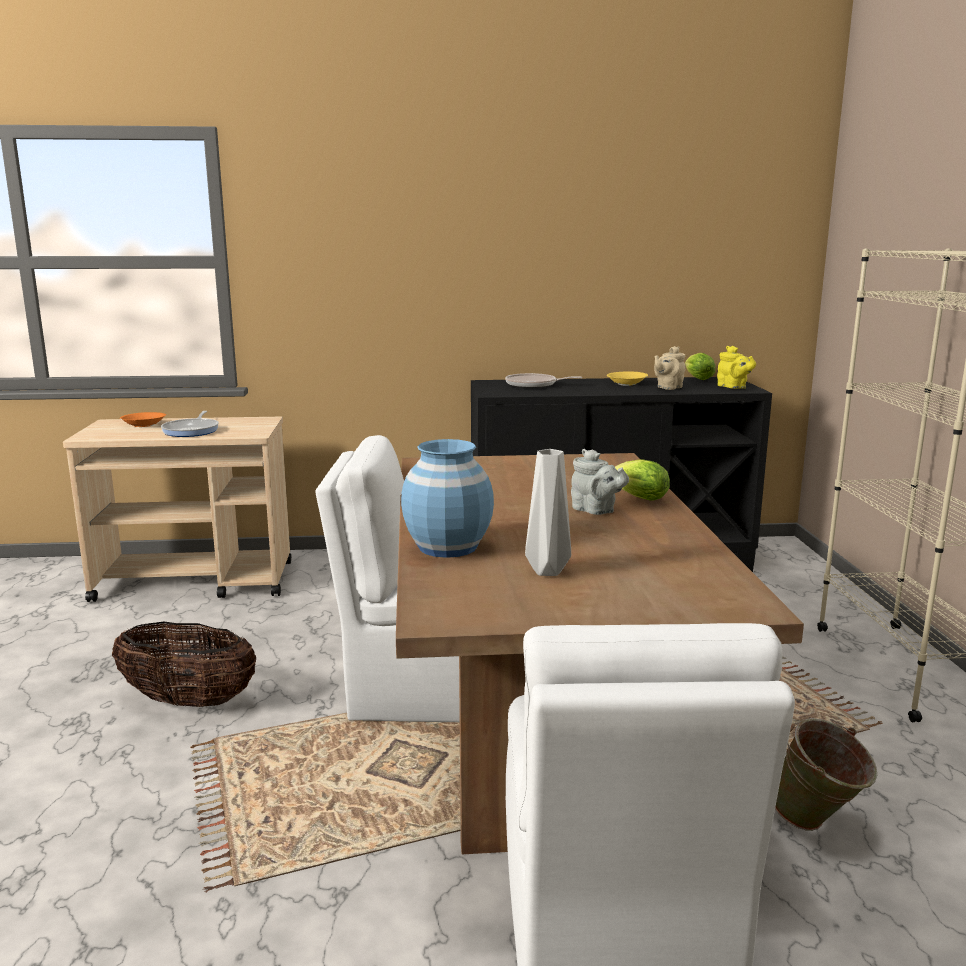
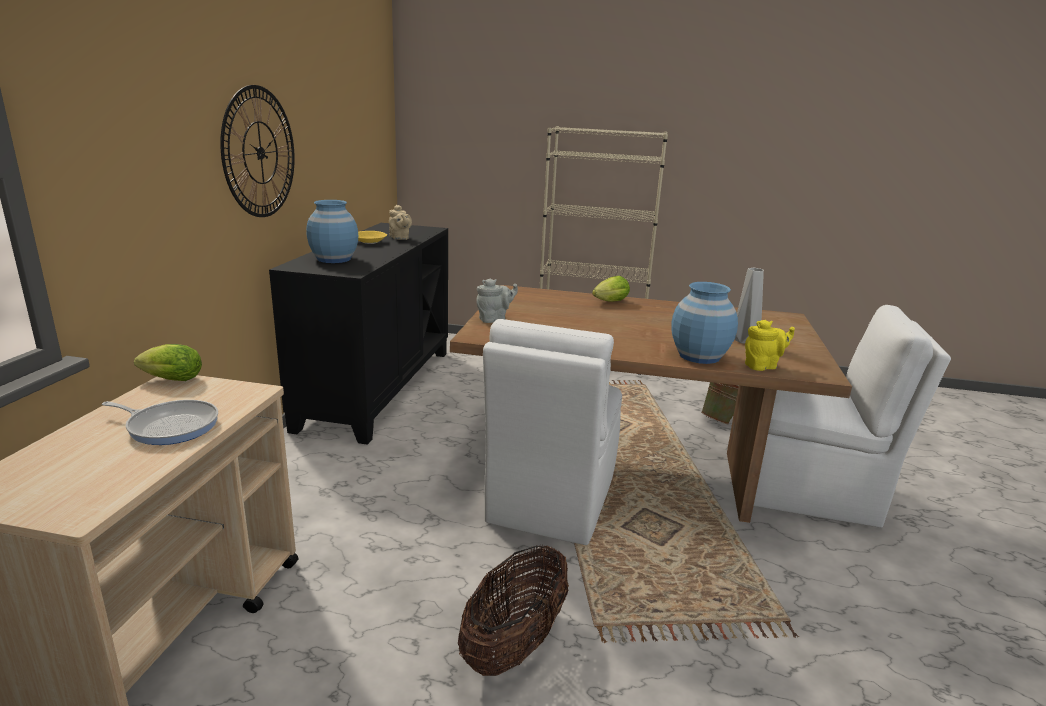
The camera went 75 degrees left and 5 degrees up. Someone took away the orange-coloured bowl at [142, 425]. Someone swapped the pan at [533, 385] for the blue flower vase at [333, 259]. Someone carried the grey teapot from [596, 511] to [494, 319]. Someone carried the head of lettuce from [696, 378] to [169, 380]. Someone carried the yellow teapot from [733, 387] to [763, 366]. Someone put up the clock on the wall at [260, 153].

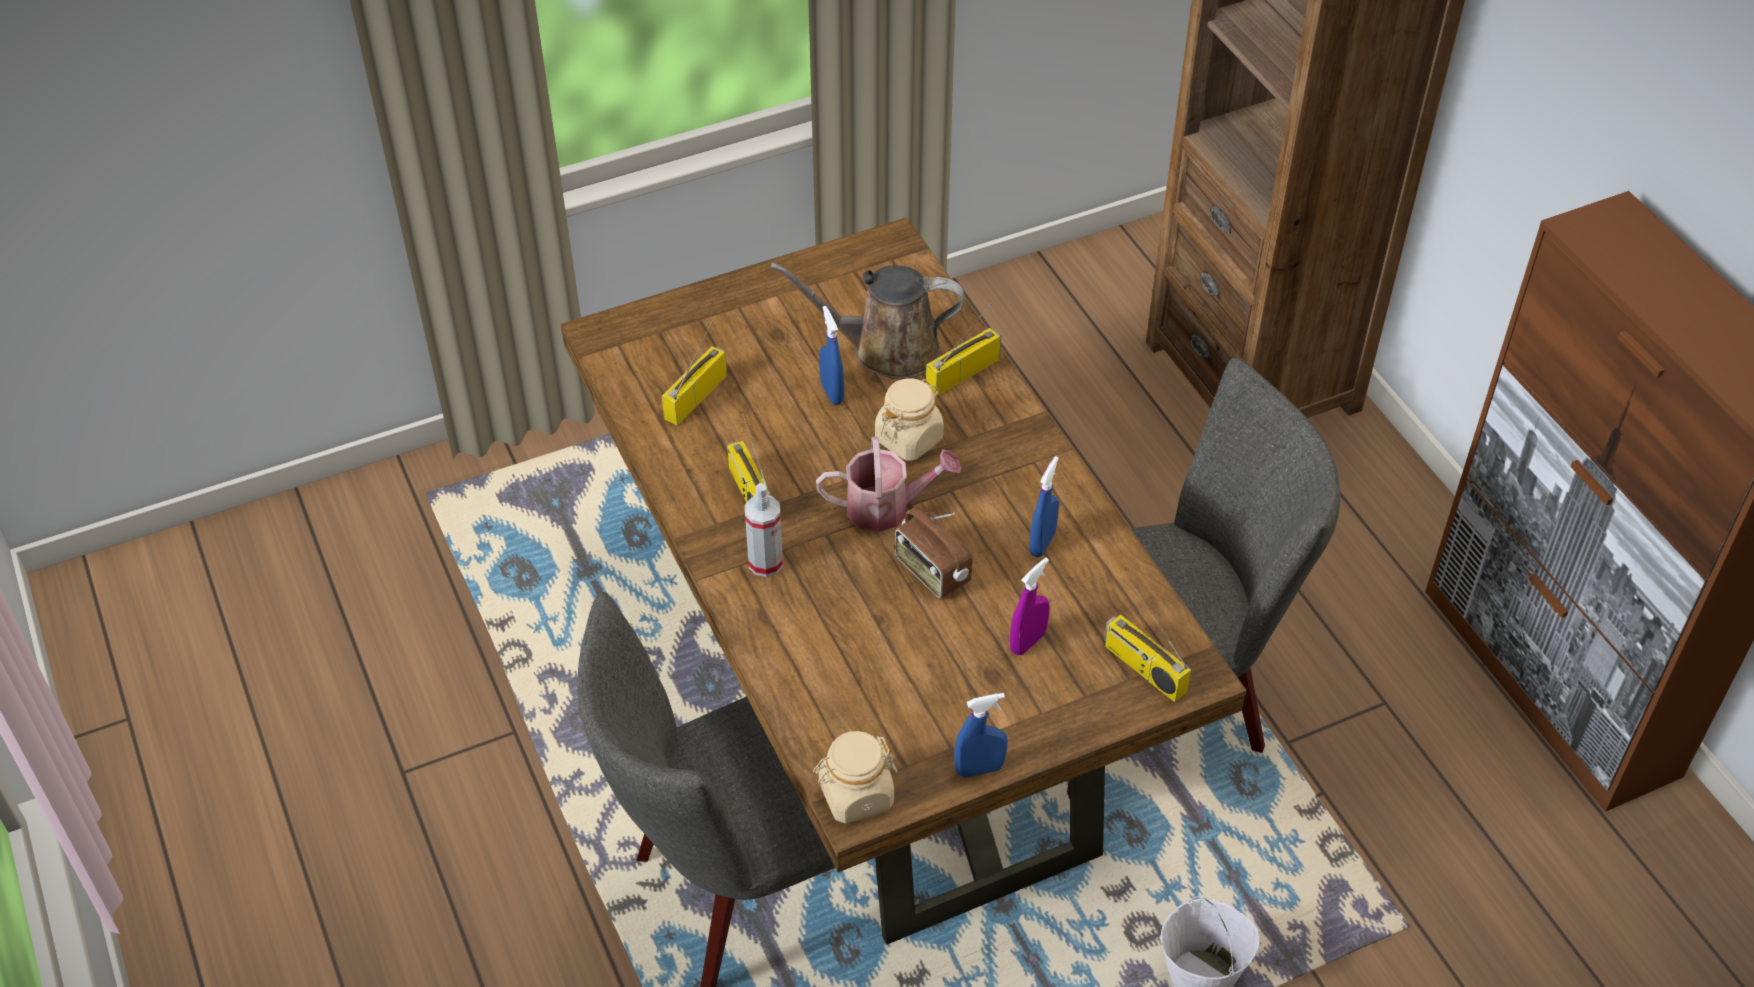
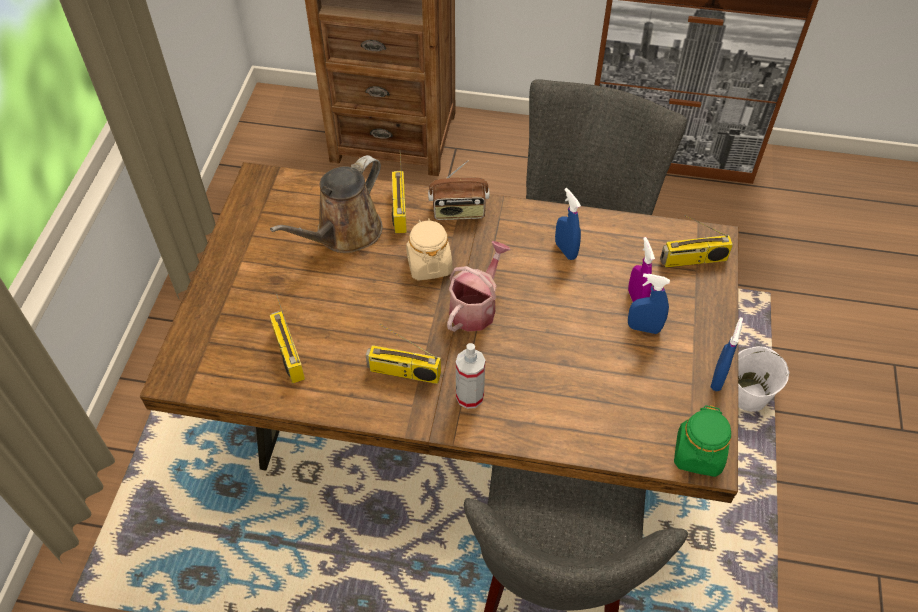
The camera went 55 degrees left and 5 degrees up. Someone repainted the beige-coloured jar at [855, 795], which became the greenish jar at [698, 455]. Someone carried the blue sprayer from [832, 392] to [644, 328]. Someone carried the radio receiver from [931, 572] to [458, 212].

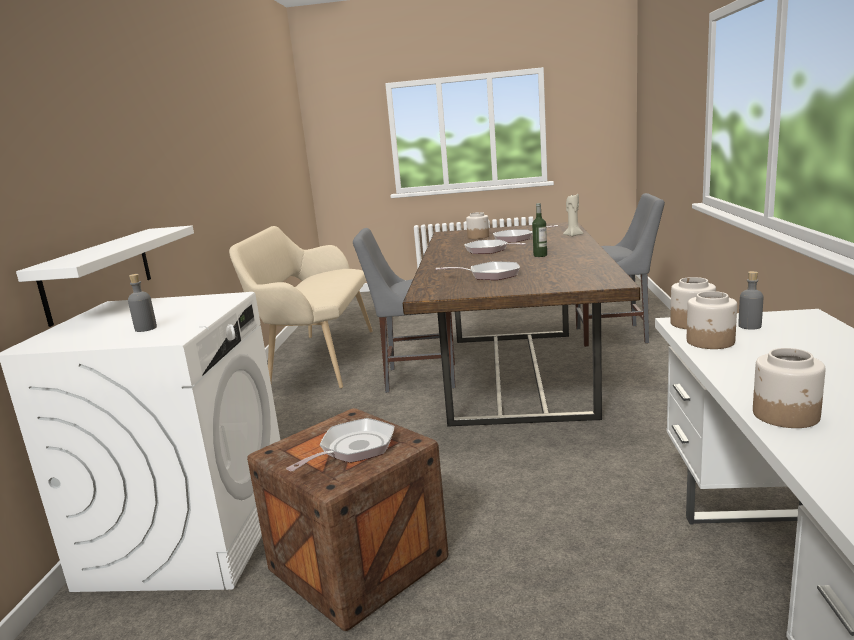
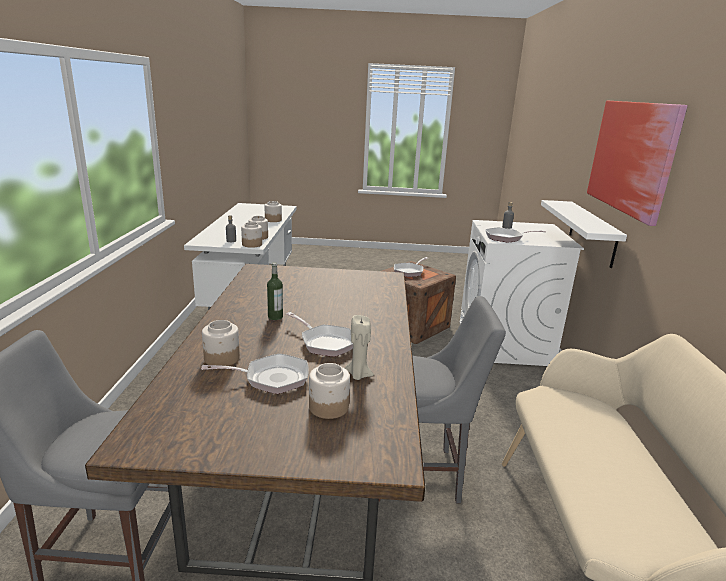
The camera went 175 degrees right and 5 degrees up. Someone carried the pan from [490, 275] to [506, 238]. Someone carried the beige-coloured candle from [573, 235] to [358, 375]. Someone put down the jar at [221, 358]. Someone put up the wall art at [632, 157].

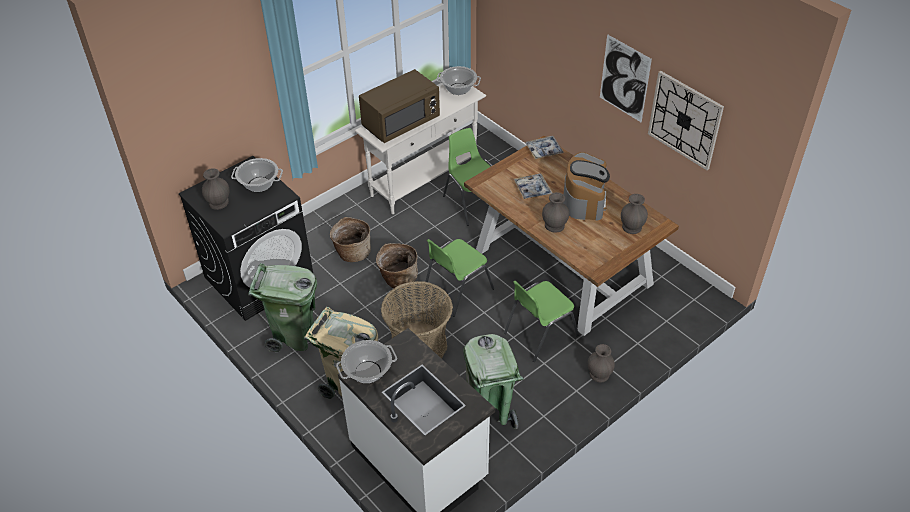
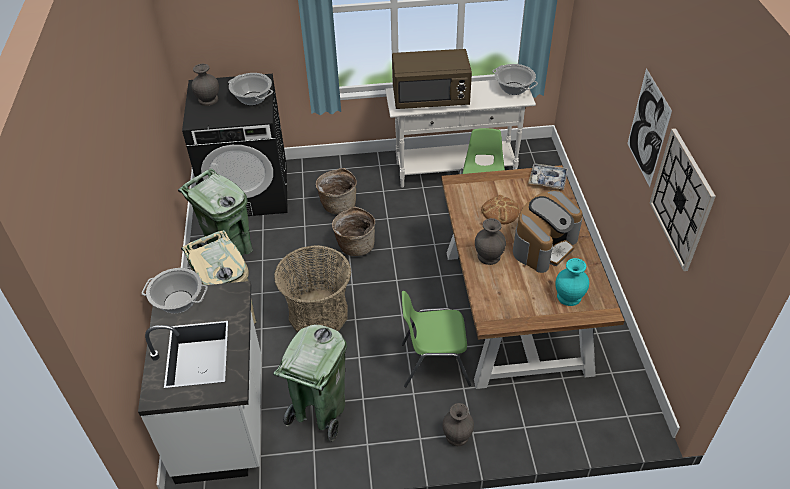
The camera went 35 degrees right and 0 degrees up. Someone took away the greenish chair at [456, 291]. Someone swapped the serving tray at [532, 189] for the baked bread at [500, 211]. Someone repainted the grey flower vase at [632, 226], which became the turquoise flower vase at [570, 296].

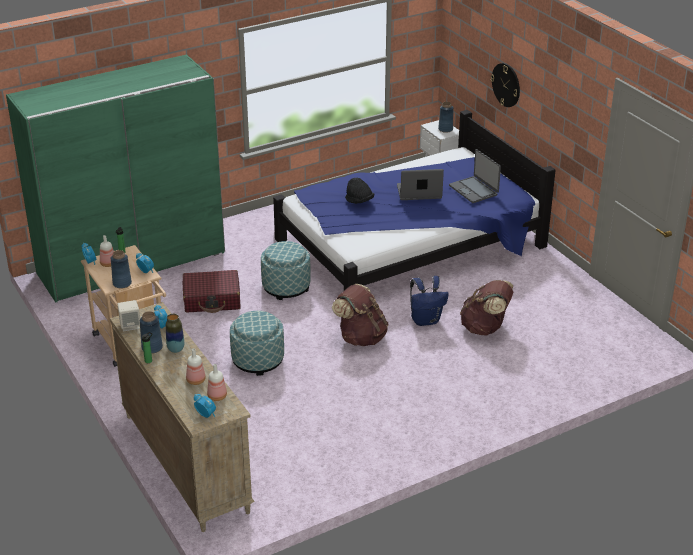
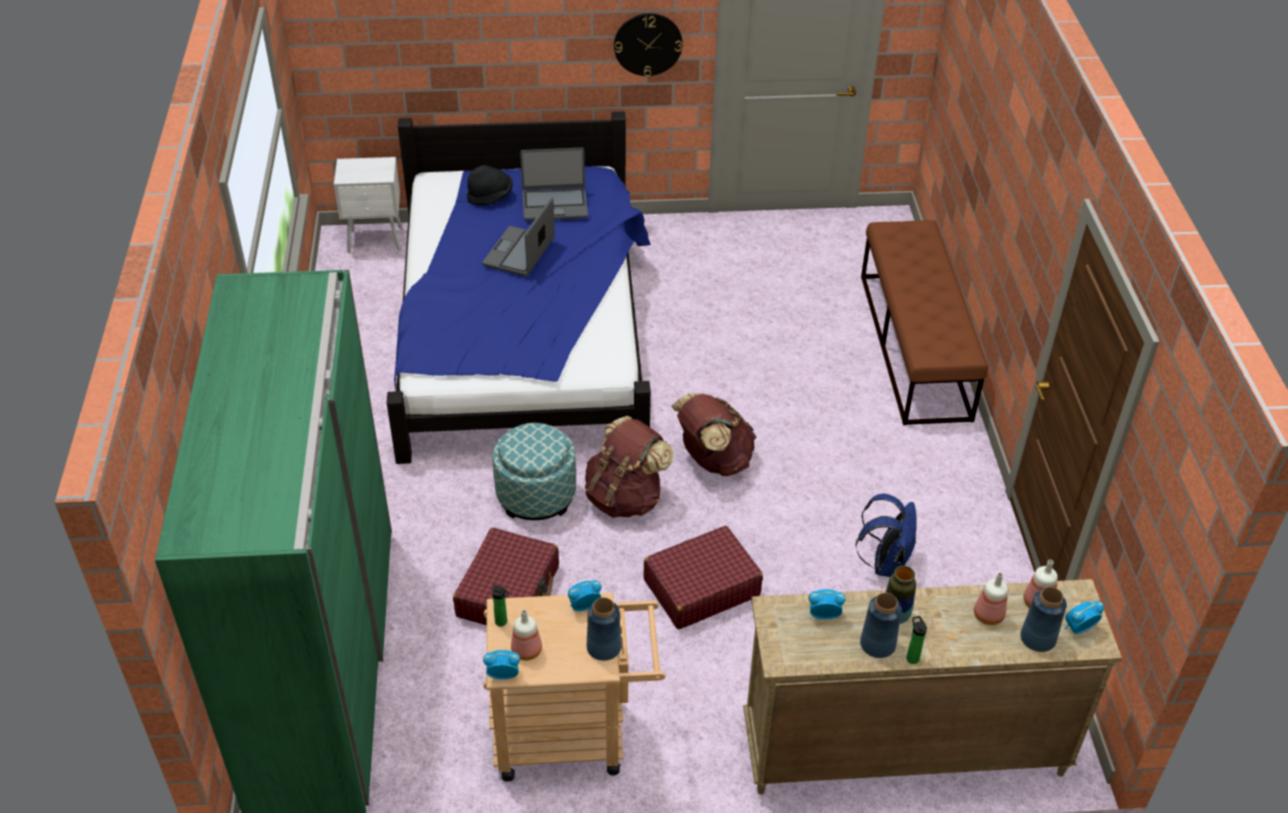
The camera went 65 degrees left and 10 degrees up. Someone took away the beige-coloured audio speaker at [130, 325]. Someone swapped the footrest at [258, 360] for the red-coloured suitcase at [701, 587]. Someone carried the black wearable hat from [359, 201] to [490, 196]. Someone carried the blue rucksack from [426, 320] to [885, 563]. Someone carried the blue flower vase from [445, 129] to [1037, 638]. Someone carried the brown-coloured rucksack from [485, 328] to [625, 497]. Someone carried the clock on the wall from [506, 84] to [648, 44]. Someone put down the brown-coloured indoor bench at [914, 346].

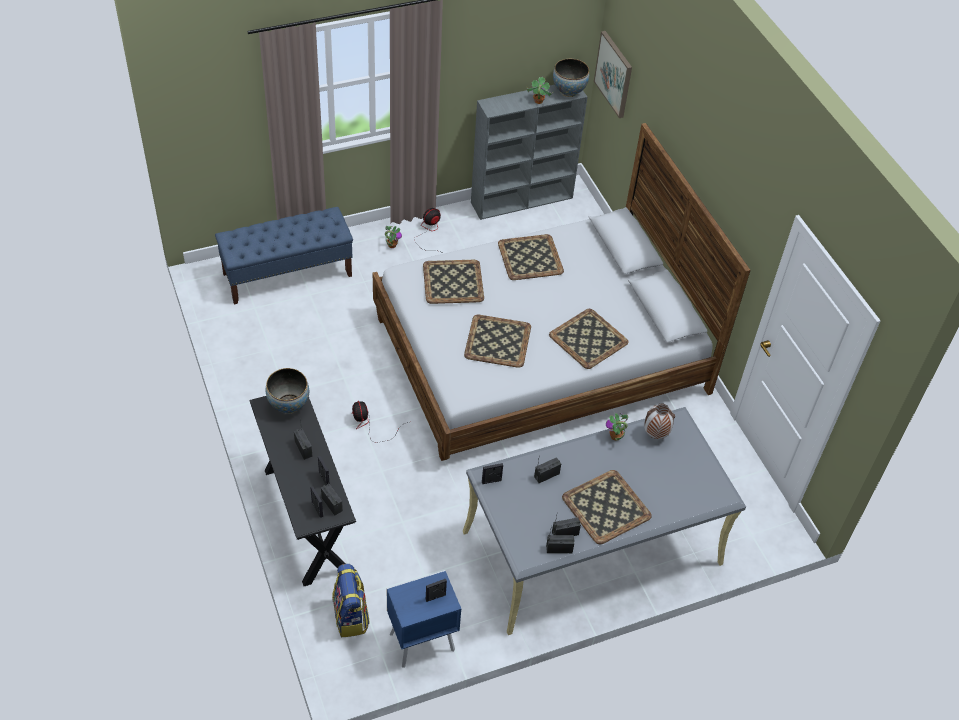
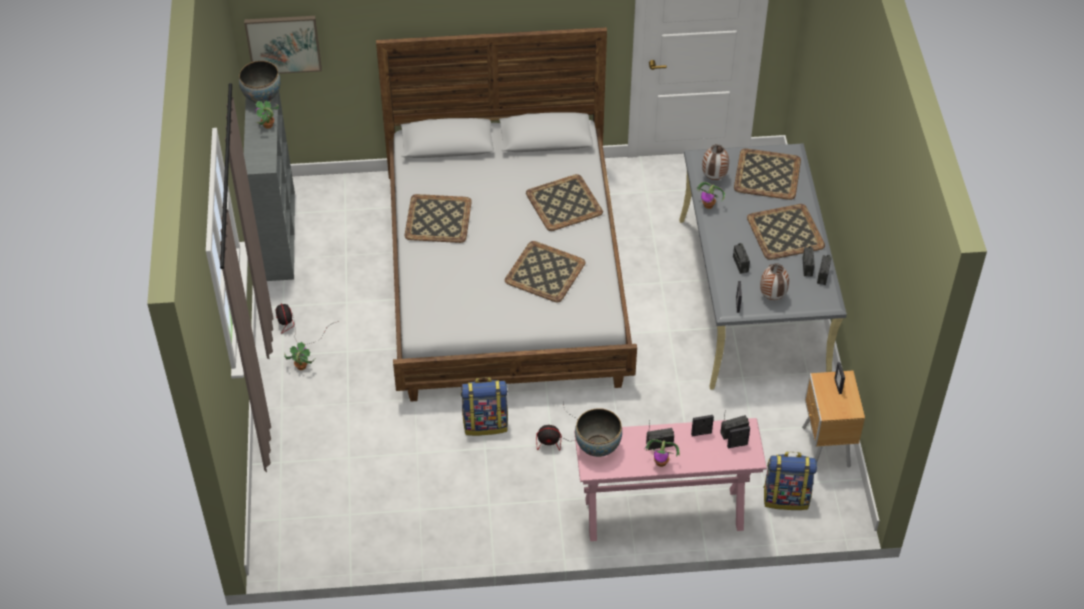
The camera went 70 degrees left and 0 degrees up. Someone took away the blue indoor bench at [288, 274]. Someone repainted the black hall table at [306, 519], which became the pink-coloured hall table at [663, 514]. Someone repainted the blue night table at [420, 642], which became the brown-coloured night table at [825, 448]. Someone carried the serving tray from [453, 281] to [766, 174]. Someone put down the rucksack at [485, 423]. Someone put down the plant in a pot at [661, 462]. Someone put down the flower vase at [772, 297].

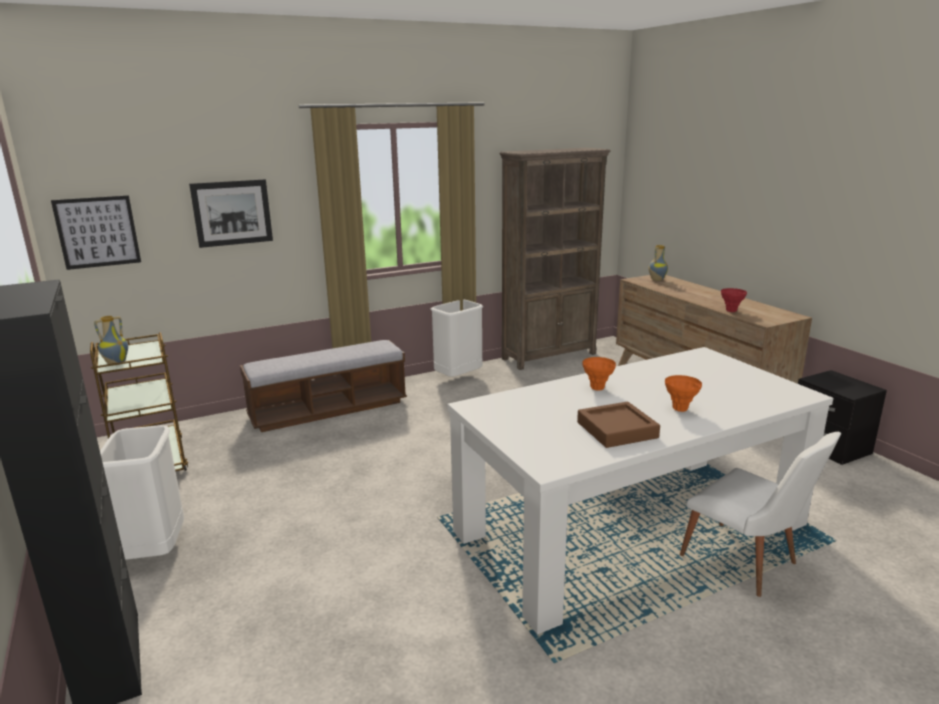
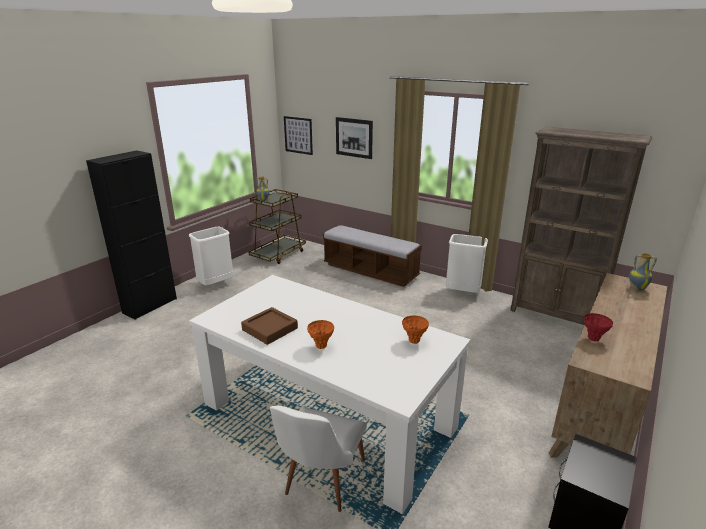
The camera went 60 degrees right and 5 degrees up. Someone carried the orange-coloured flower vase from [597, 388] to [414, 341].

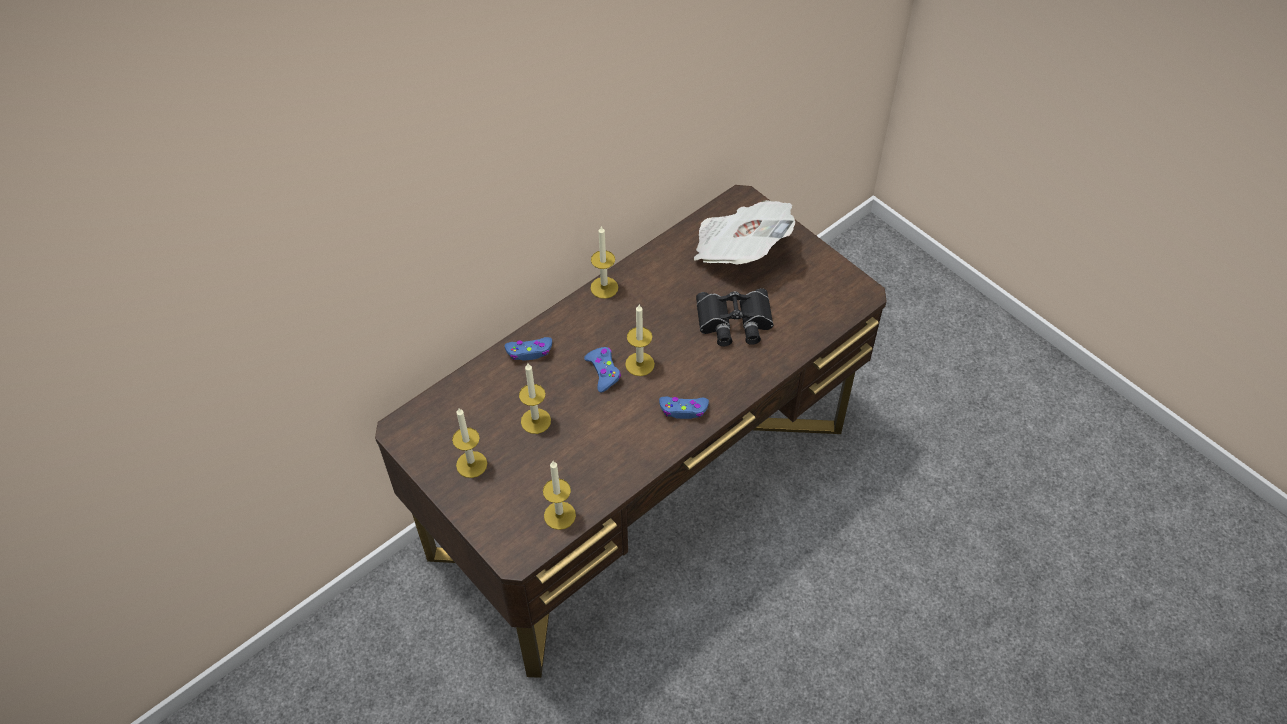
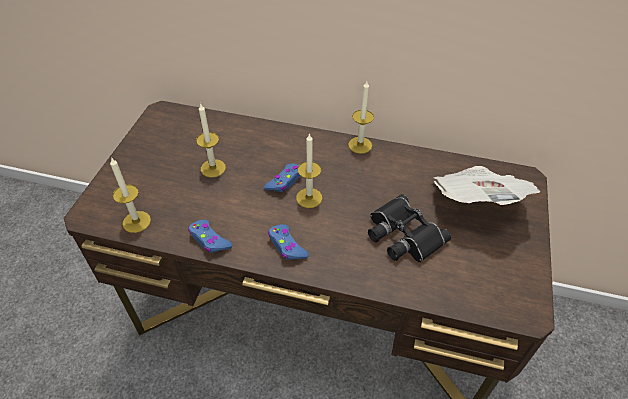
The camera went 55 degrees right and 5 degrees down. Someone took away the candle at [471, 464]. Someone carried the blue game controller from [529, 352] to [209, 240].

